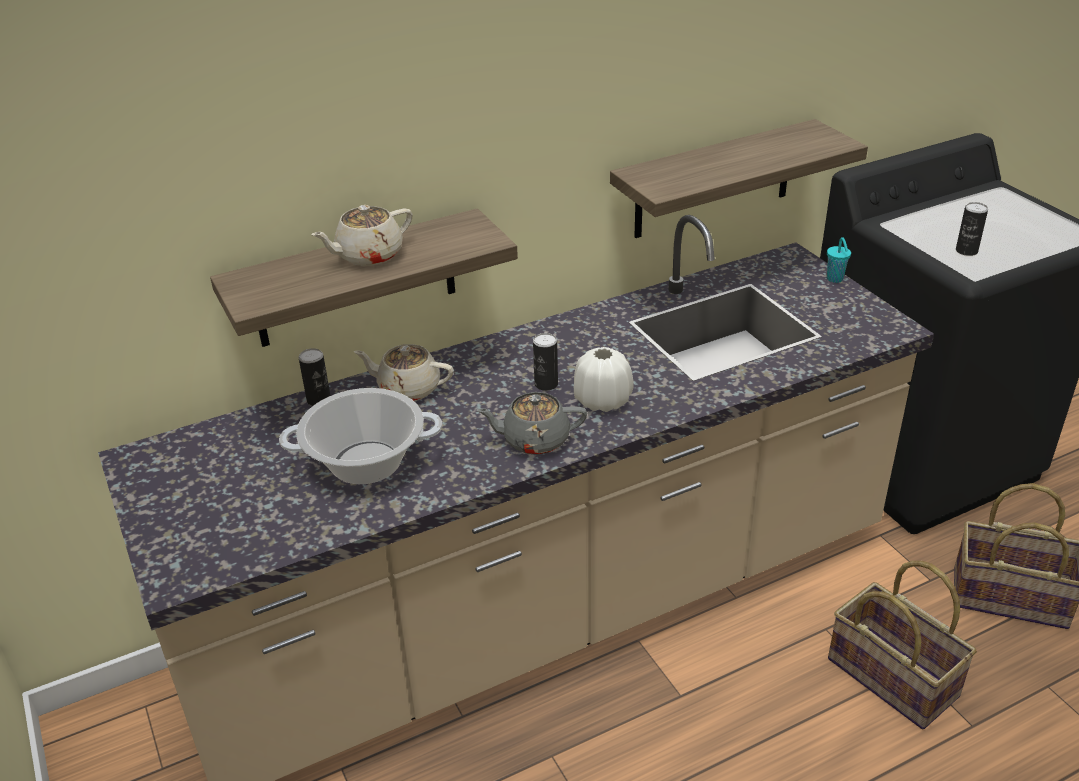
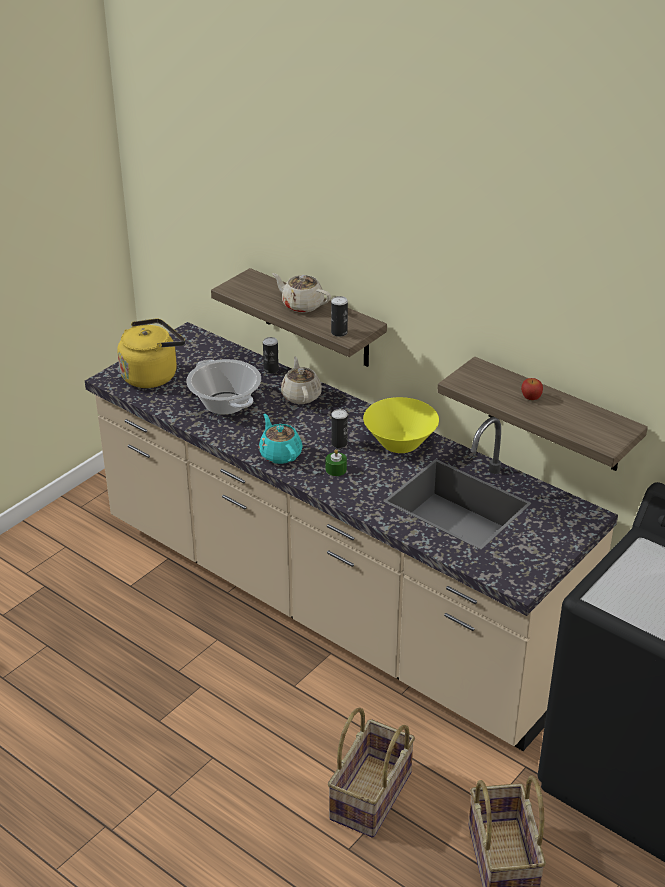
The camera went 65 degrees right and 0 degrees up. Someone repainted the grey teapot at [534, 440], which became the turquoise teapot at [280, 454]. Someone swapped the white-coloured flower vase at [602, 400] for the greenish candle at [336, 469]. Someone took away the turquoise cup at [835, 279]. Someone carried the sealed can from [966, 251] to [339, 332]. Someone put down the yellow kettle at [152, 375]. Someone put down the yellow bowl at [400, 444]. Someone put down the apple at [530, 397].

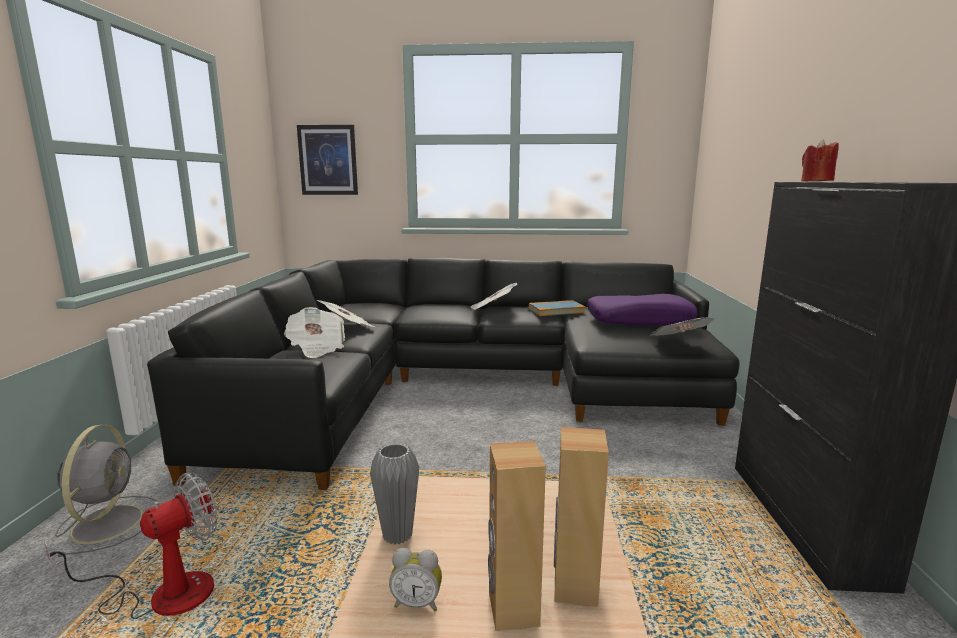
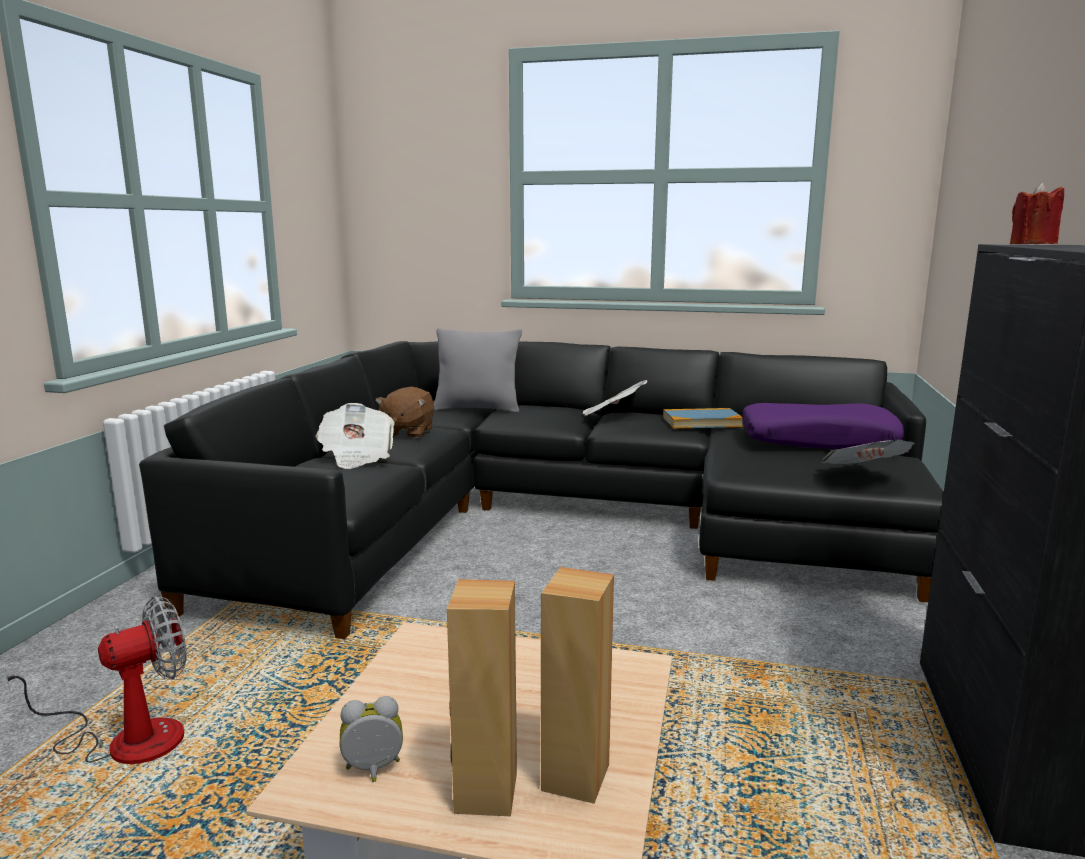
The camera went 10 degrees right and 0 degrees up. Someone took away the grey fan at [109, 522]. Someone took away the wall art at [328, 160]. Someone swapped the daily paper at [348, 328] for the brown-coloured soft toy at [407, 433]. Someone took away the grey flower vase at [397, 535]. Someone rotated the table clock at [417, 603] by 150 degrees clockwise. Someone put down the grey pillow at [477, 409].

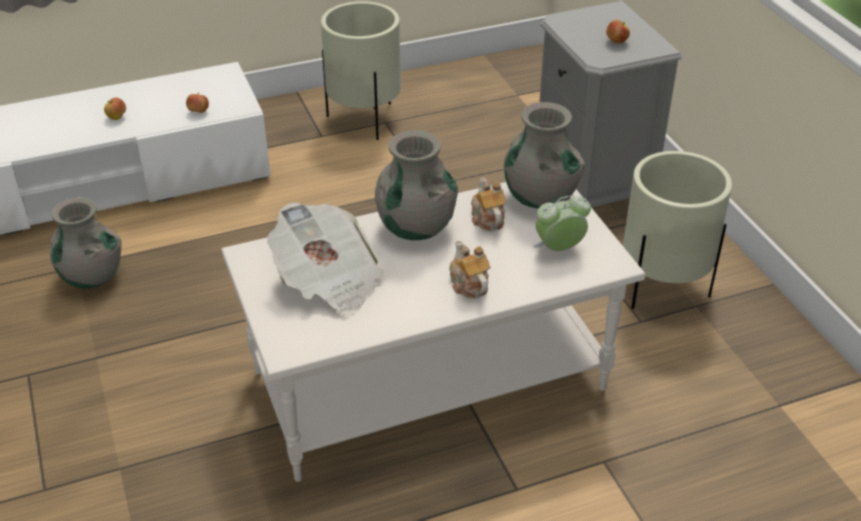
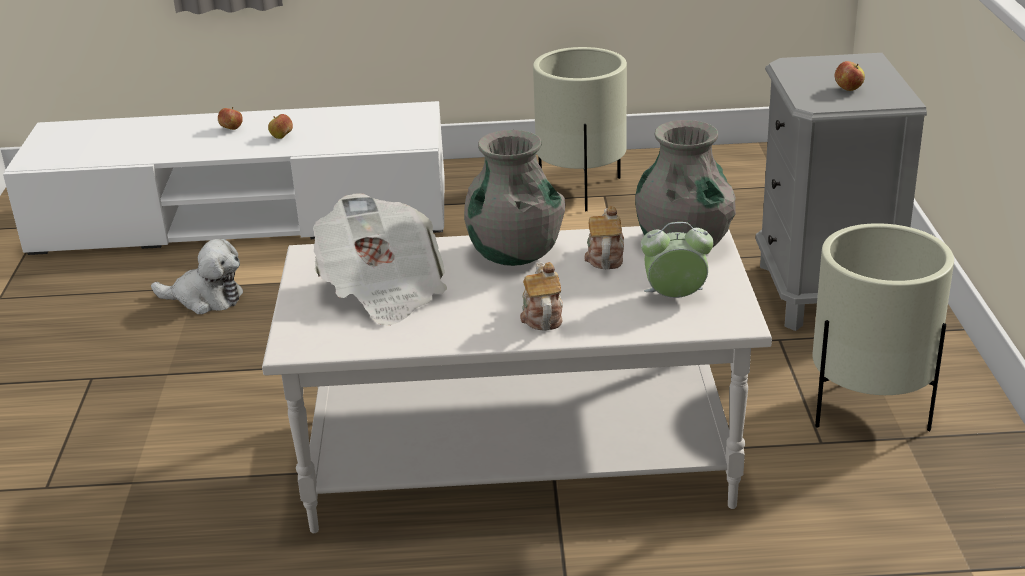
The camera went 20 degrees right and 10 degrees down. Someone swapped the grey flower vase at [92, 276] for the soft toy at [205, 298]. Someone carried the apple from [198, 112] to [231, 129].

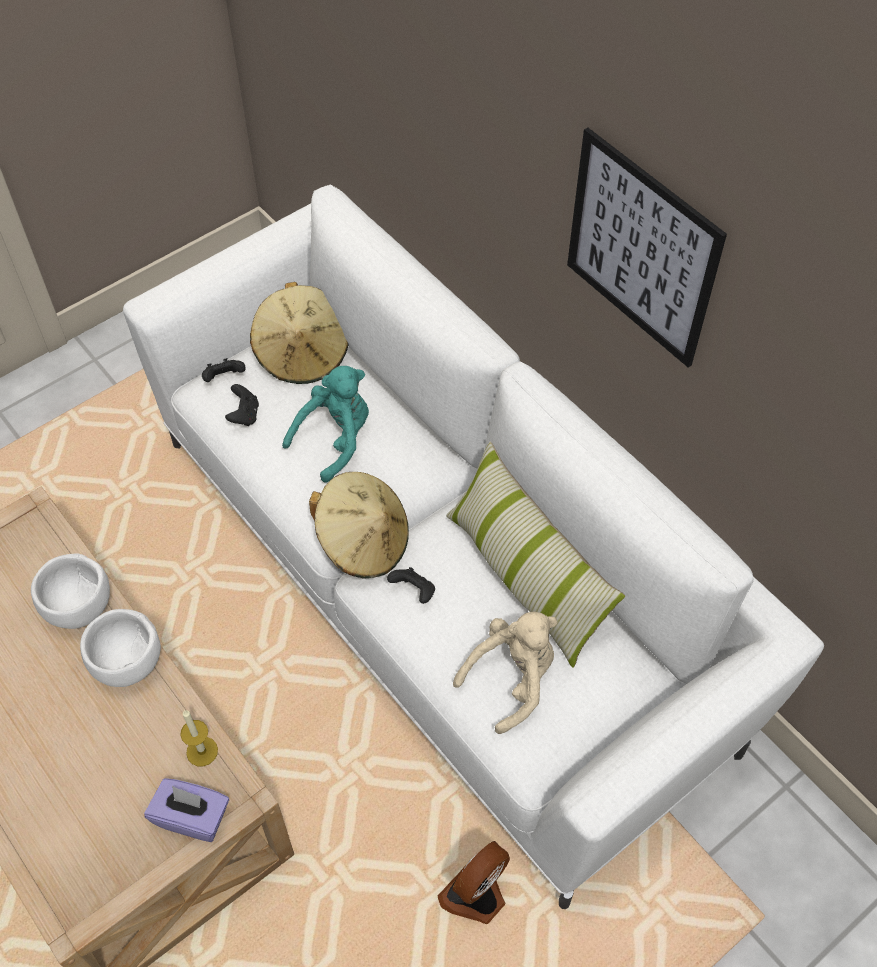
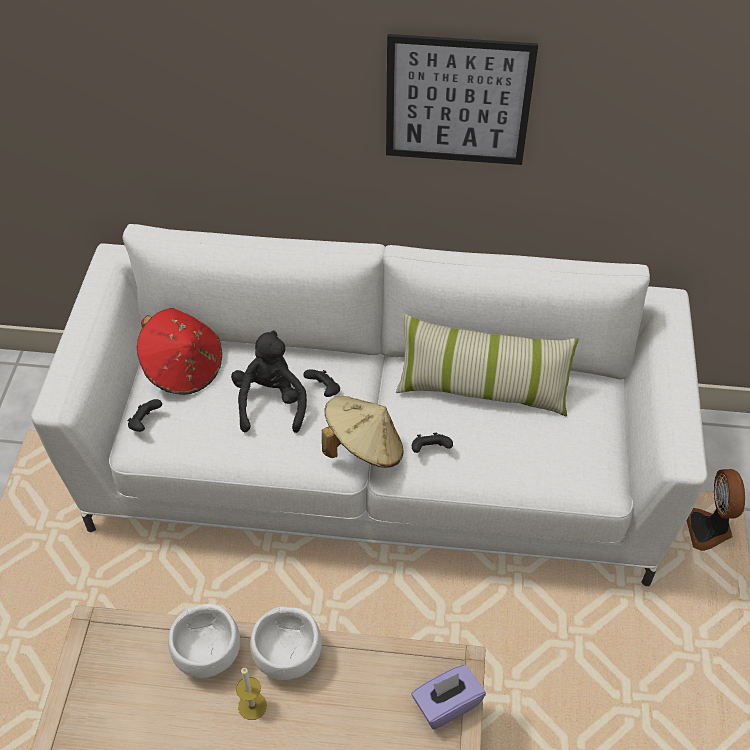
The camera went 45 degrees left and 5 degrees down. Someone carried the candle from [202, 751] to [252, 706]. Someone carried the black game controller from [244, 415] to [324, 390]. Someone repainted the beige-coloured wearable hat at [303, 354], which became the red-coloured wearable hat at [183, 368]. Someone repainted the turquoise soft toy at [335, 439], which became the black soft toy at [271, 402]. Someone carried the fan from [475, 895] to [709, 529]. Someone took away the beige-coloured soft toy at [512, 679].

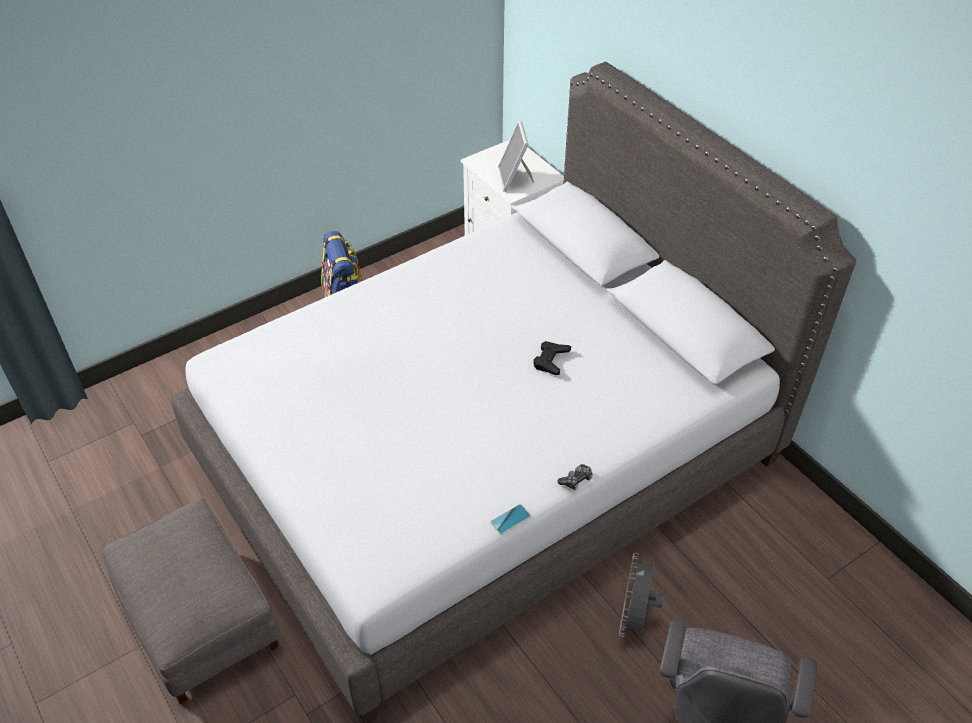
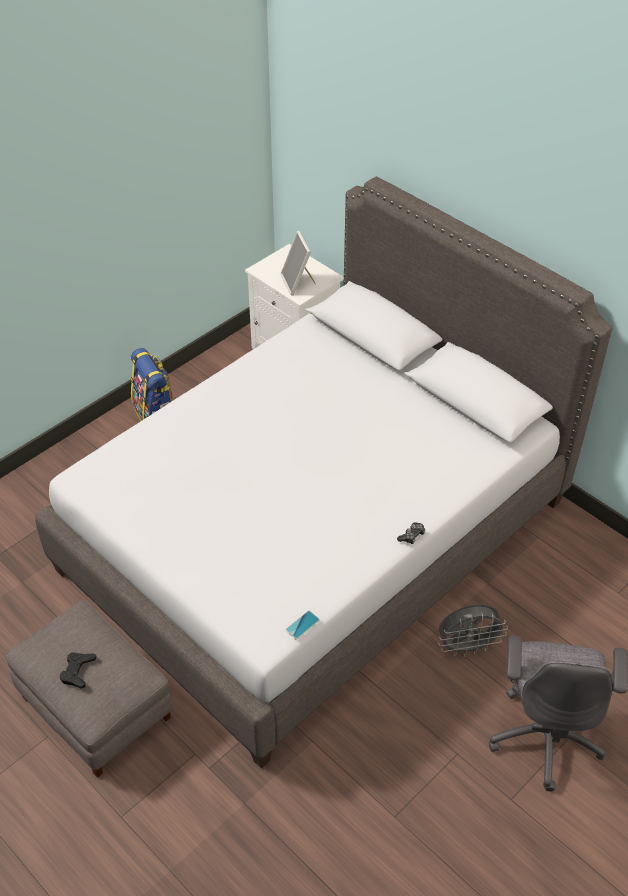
The camera went 10 degrees left and 0 degrees up. Someone carried the telephone from [510, 519] to [302, 625]. Someone carried the black game controller from [551, 360] to [78, 671]. Someone rotated the grey fan at [635, 617] by 105 degrees counterclockwise.

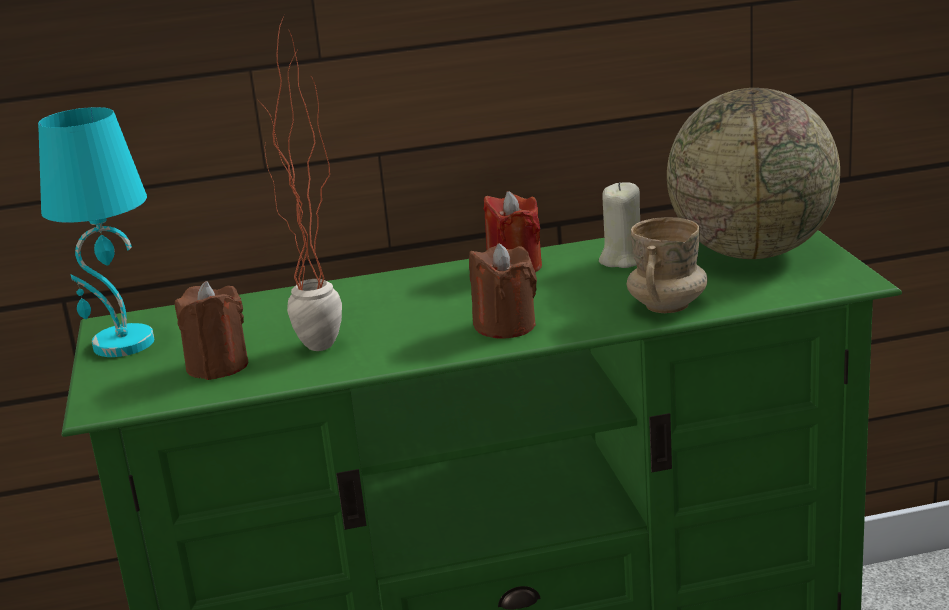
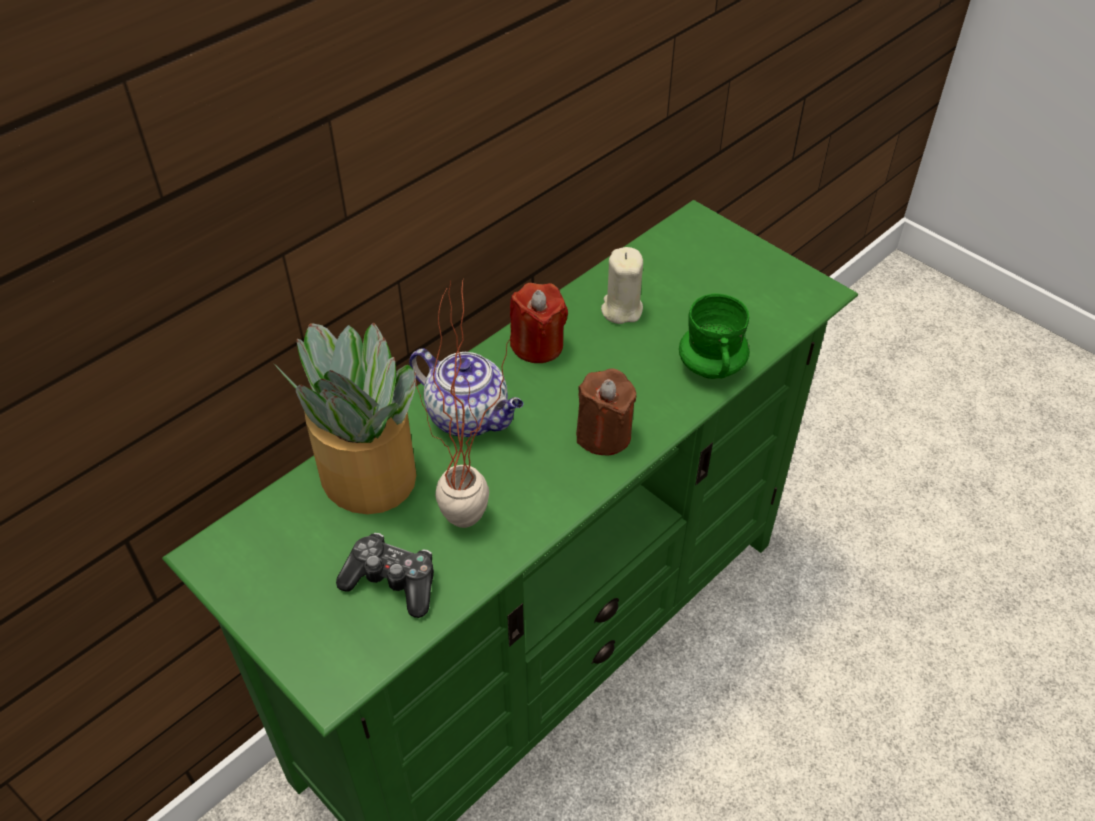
The camera went 35 degrees left and 25 degrees up. Someone took away the turquoise lamp for a table at [122, 344]. Someone swapped the brown-coloured candle at [218, 366] for the game controller at [392, 582]. Someone repainted the beige-coloured tea mug at [667, 306], which became the greenish tea mug at [711, 366]. Someone took away the desk globe at [752, 252]. Someone put down the plant in a pot at [369, 476]. Someone put down the teapot at [470, 417].

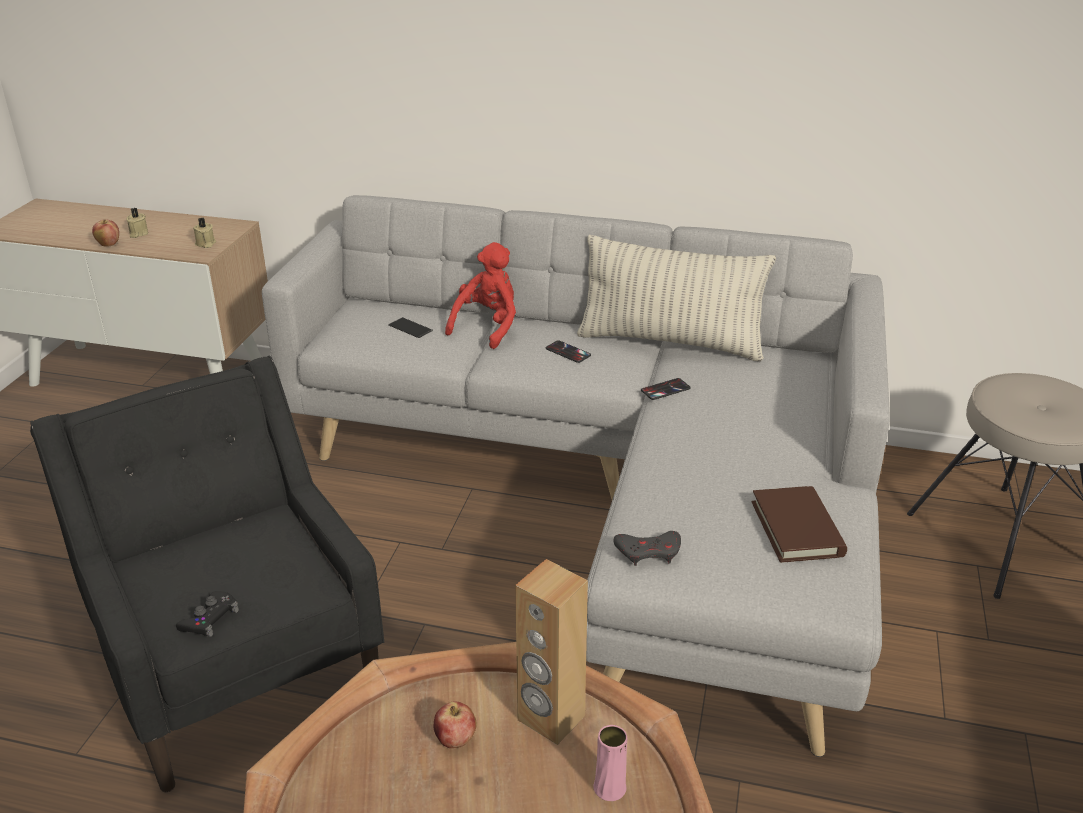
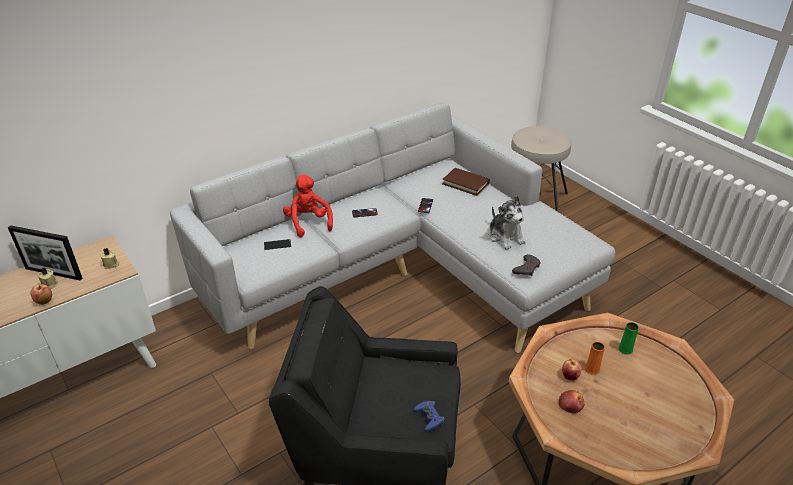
The camera went 50 degrees left and 5 degrees up. Someone repainted the black game controller at [210, 619], which became the blue game controller at [429, 418]. Someone took away the brown-coloured audio speaker at [550, 718]. Someone took away the pillow at [670, 342]. Someone repainted the pink-coloured flower vase at [609, 787], which became the greenish flower vase at [625, 349]. Someone carried the brown-coloured book from [797, 529] to [465, 183]. Someone put down the photo frame at [53, 273]. Someone put down the soft toy at [505, 237]. Someone put down the apple at [571, 405]. Someone put down the orange-coloured flower vase at [592, 369].

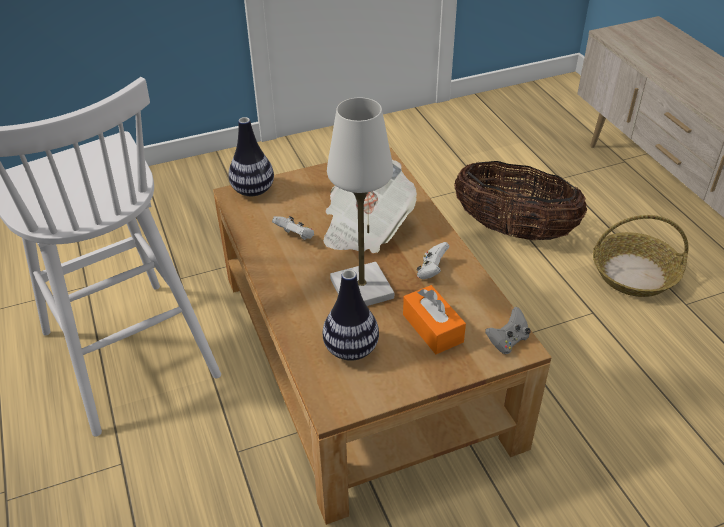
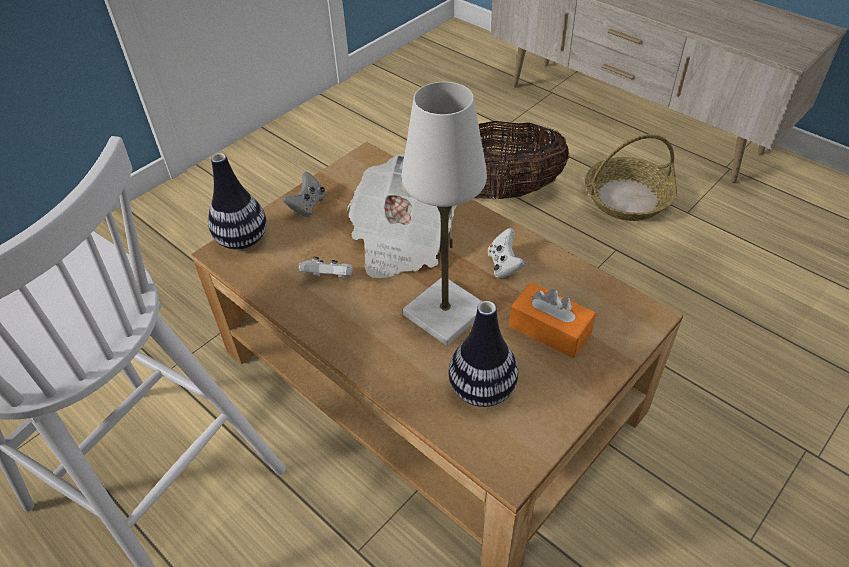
The camera went 25 degrees left and 5 degrees up. Someone carried the grey game controller from [507, 341] to [307, 206].

